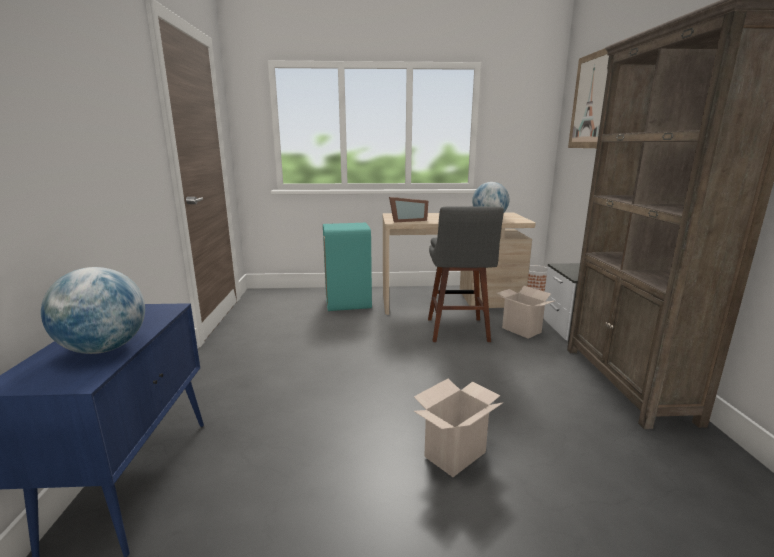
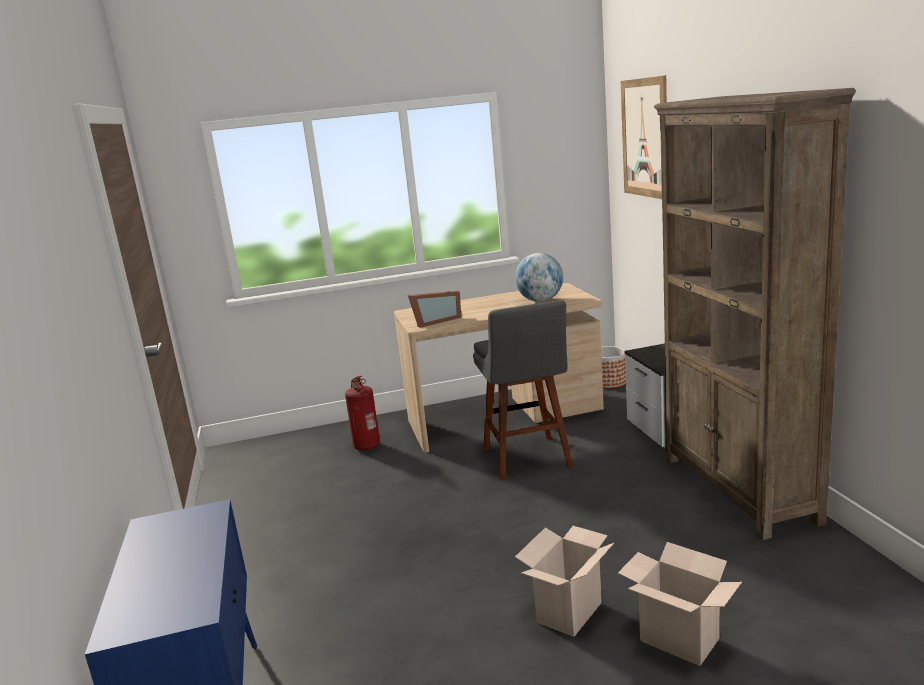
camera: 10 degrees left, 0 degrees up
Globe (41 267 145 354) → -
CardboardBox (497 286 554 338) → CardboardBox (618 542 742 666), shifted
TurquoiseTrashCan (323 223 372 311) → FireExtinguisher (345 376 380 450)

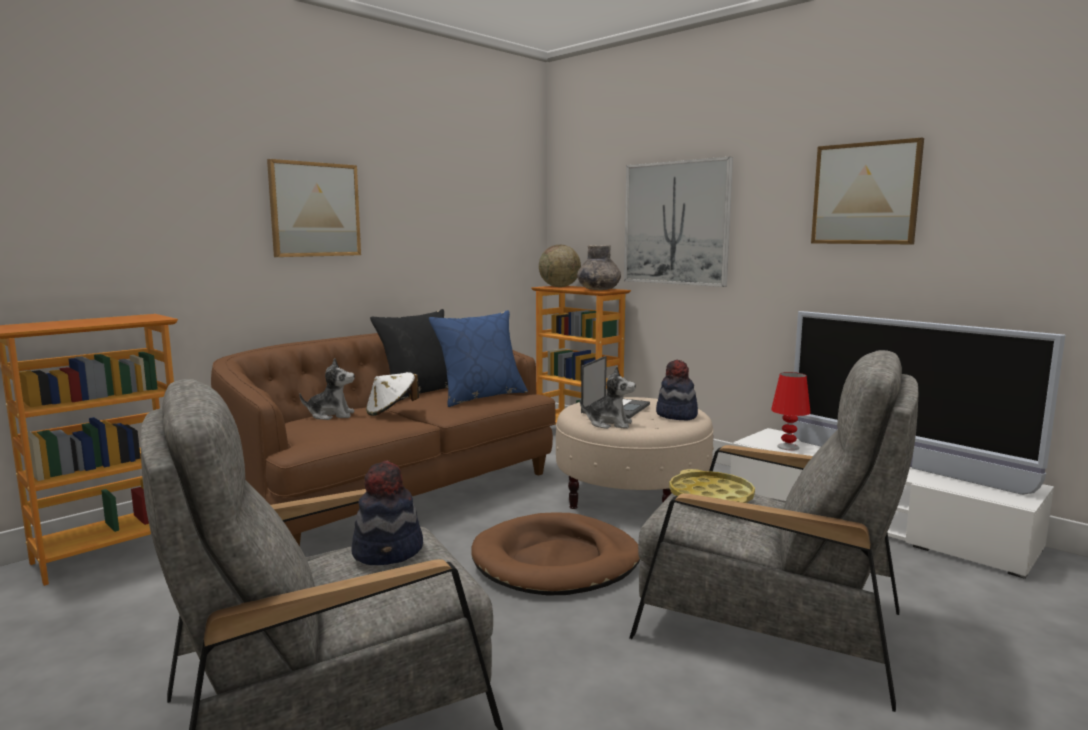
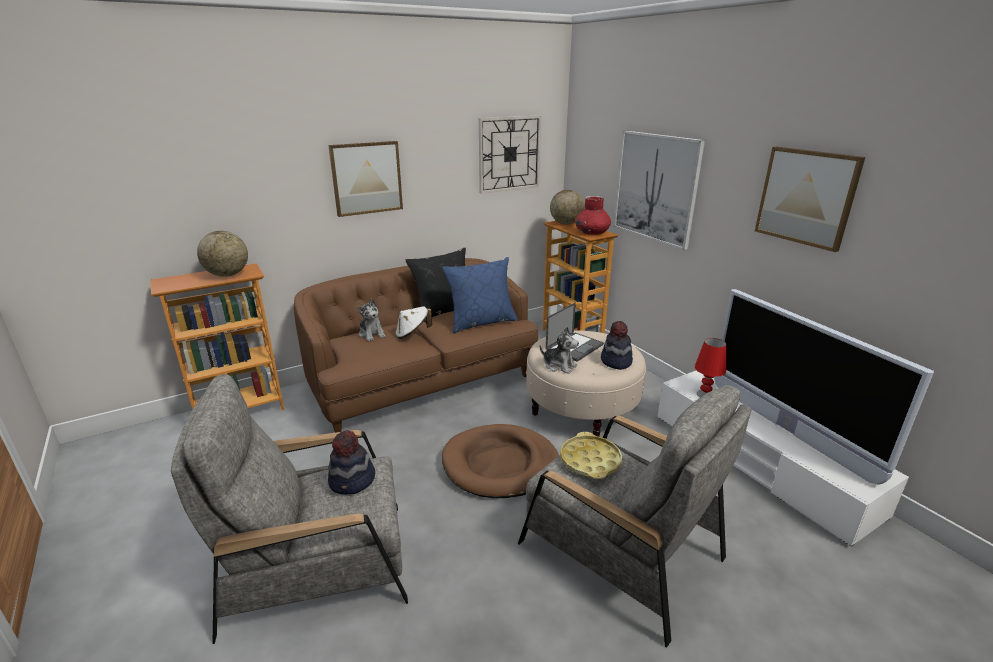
camera: 15 degrees right, 15 degrees up
- → Globe (197 231 248 277)
- → WallClock (479 115 541 194)
GreyVase (577 245 621 290) → RedVase (575 196 611 235)
PlushToy (299 358 355 420) → PlushToy (357 299 386 341), 45 degrees clockwise

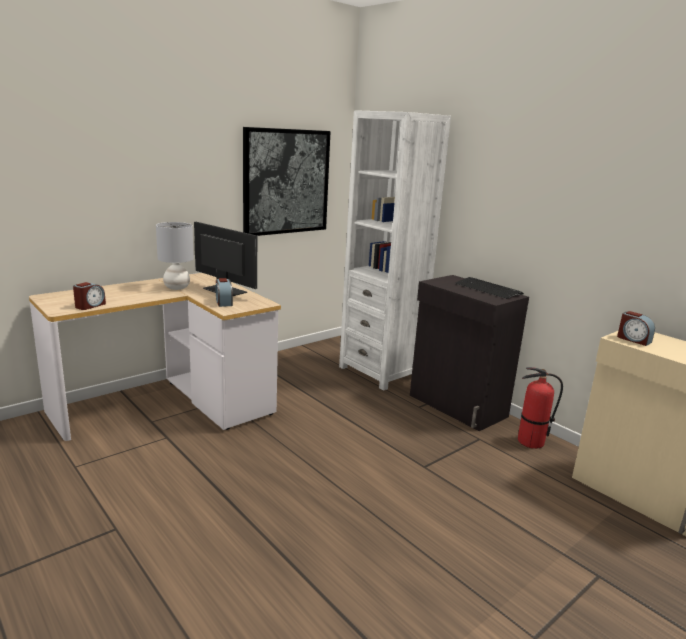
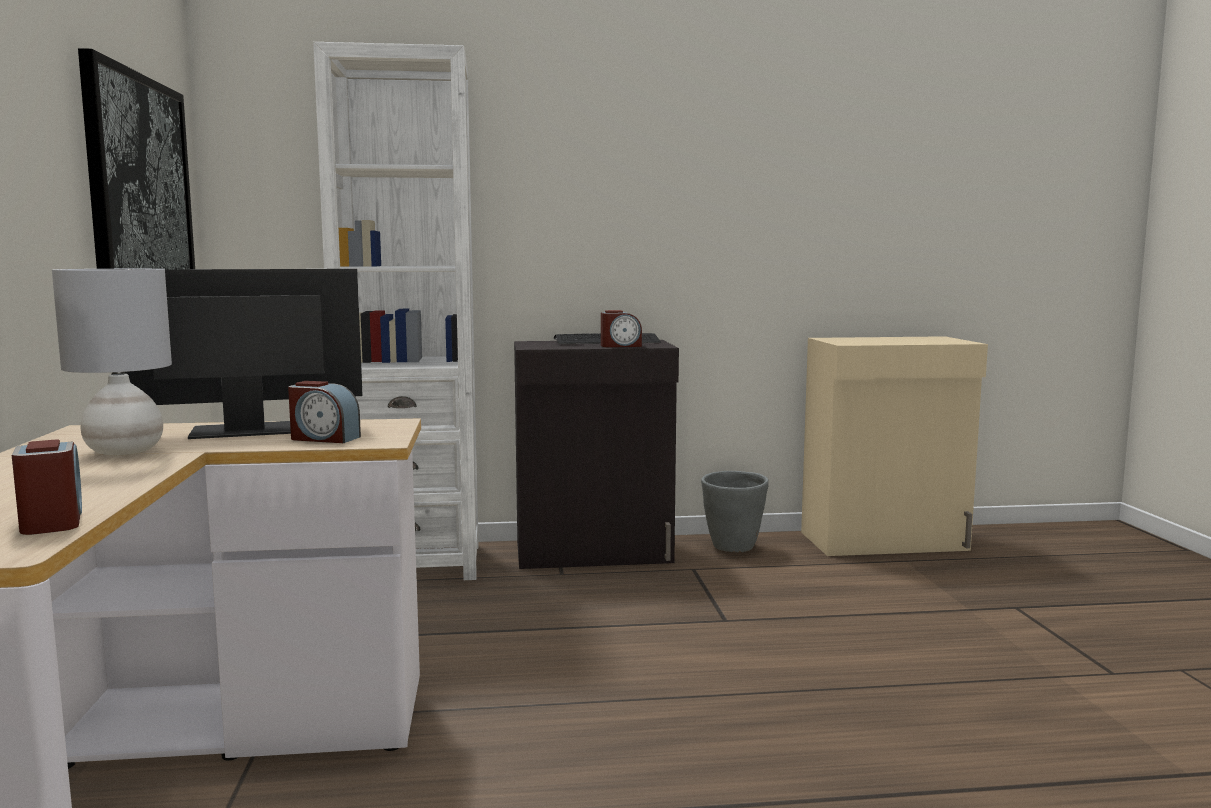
camera: 55 degrees left, 10 degrees down
AlarmClock (617 311 655 346) → AlarmClock (601 310 642 347), shifted
FireExtinguisher (518 367 563 449) → GreyPlanter (701 471 769 552)

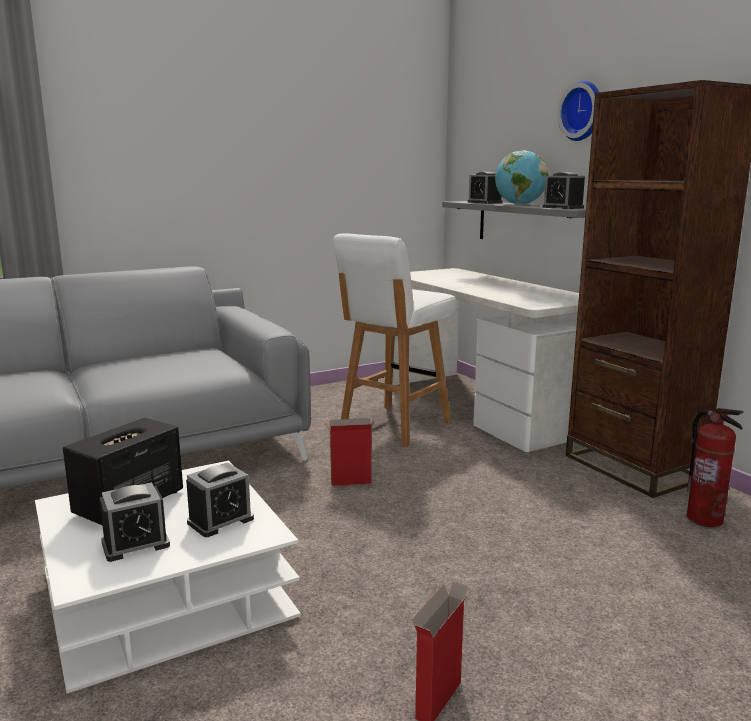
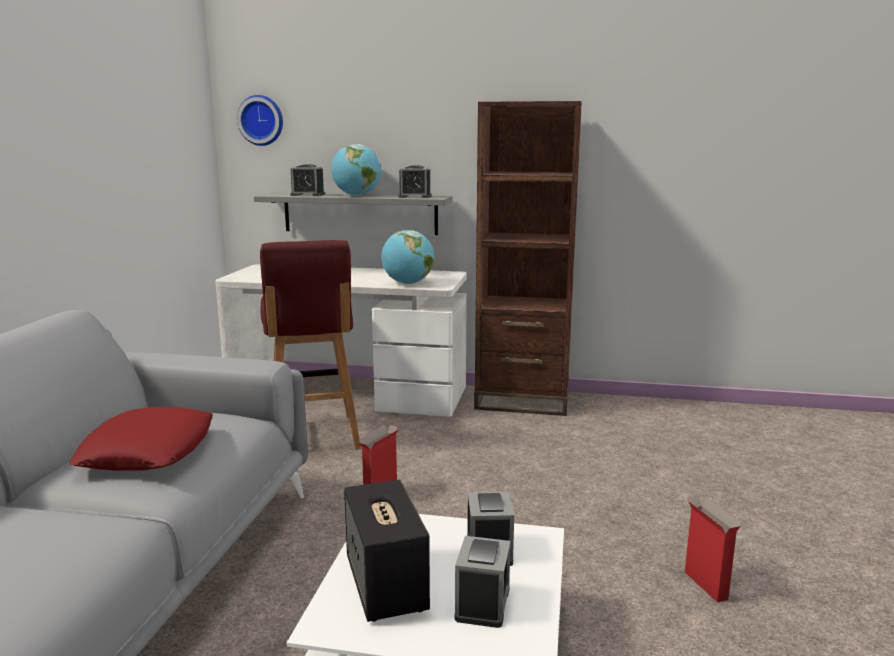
camera: 50 degrees left, 0 degrees up
FireExtinguisher (687 408 744 527) → -
- → RedPillow (69 407 213 471)
- → Globe (381 230 434 284)
WallClock (557 80 599 141) → WallClock (237 95 283 146), shifted
WhiteStool (333 233 456 447) → RedStool (260 240 361 450)

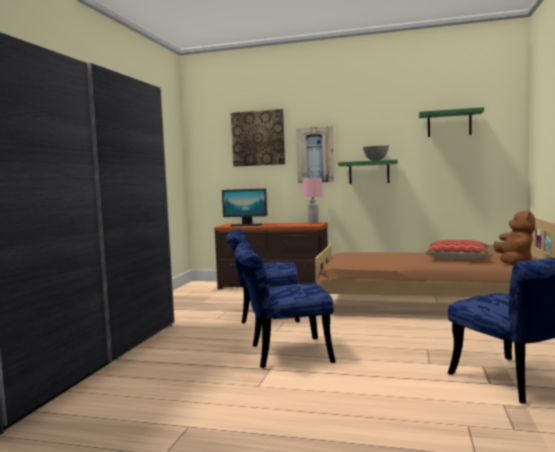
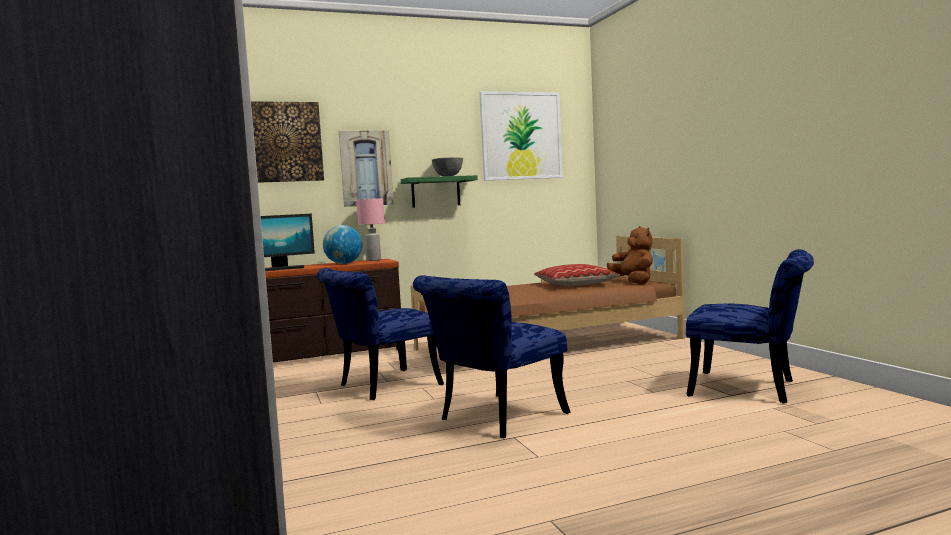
camera: 35 degrees left, 0 degrees up
- → Globe (323 225 362 264)
GreenShelf (419 107 484 137) → Picture (479 91 563 180)

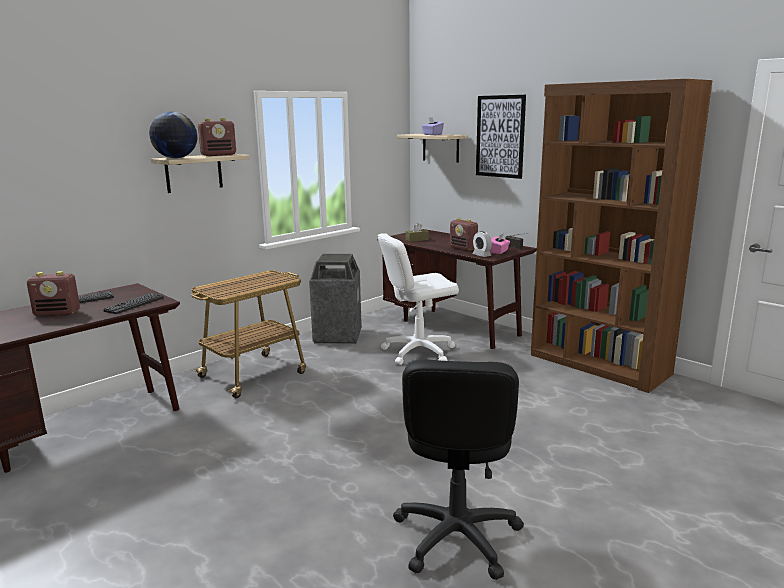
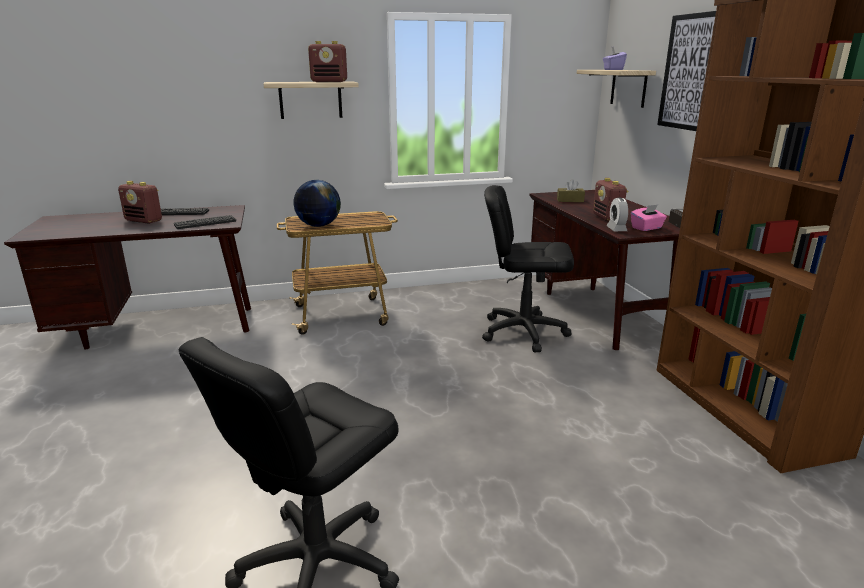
camera: 30 degrees right, 5 degrees up
TrashCan (309 254 362 344) → -
Globe (149 111 197 158) → Globe (294 180 341 227), shifted
WhiteOfficeChair (377 233 459 365) → BlackOfficeChair (482 185 574 352)

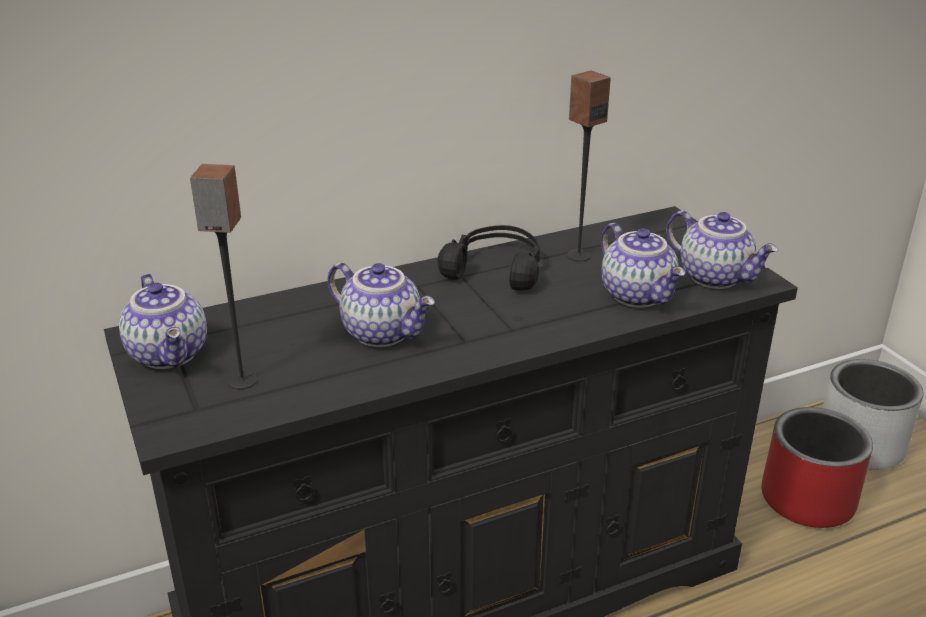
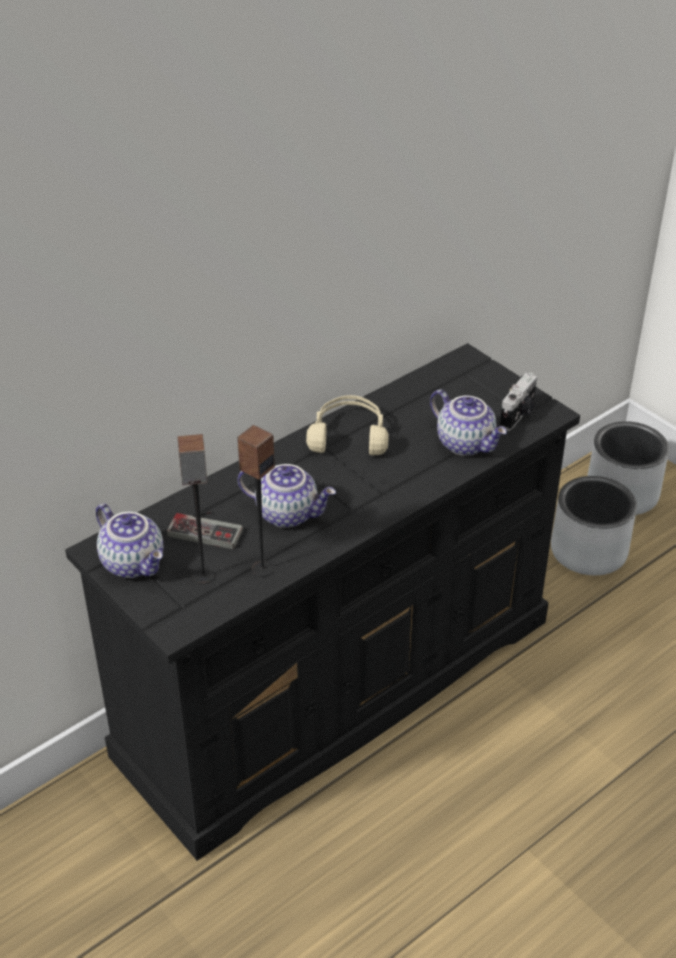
camera: 15 degrees left, 10 degrees up
- → GameController (167 511 243 549)
Speaker (567 71 611 262) → Speaker (237 425 275 577), shifted
Teapot (666 210 778 289) → PhotoCamera (500 373 537 431)
BlackHeadphones (437 225 540 291) → BeigeHeadphones (306 395 389 455)
RedPlanter (762 407 873 528) → GreyPlanter (551 476 637 575)

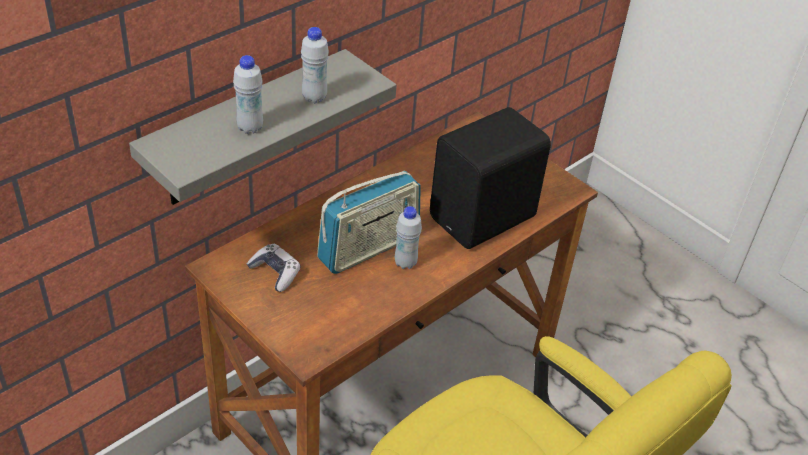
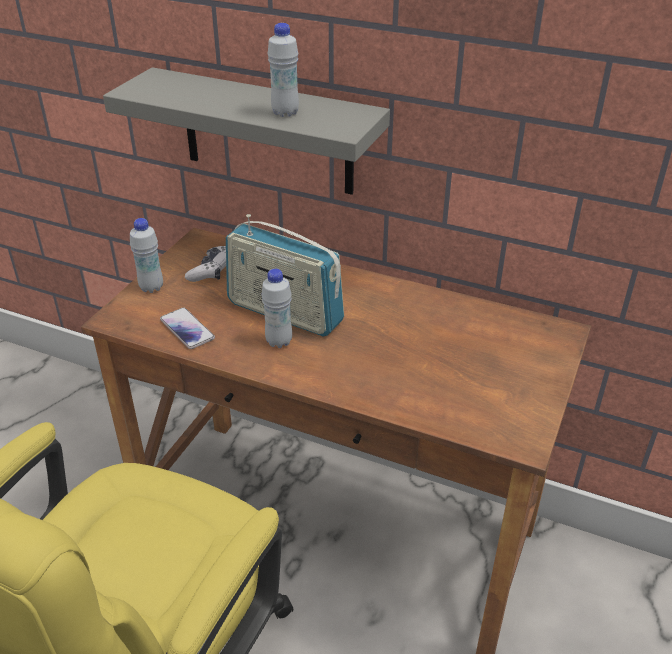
camera: 70 degrees right, 5 degrees down
BlackSpeaker (430 107 551 249) → -
- → Phone (160 308 215 349)
WhiteBottle (233 55 263 134) → WhiteBottle (130 218 163 293), shifted

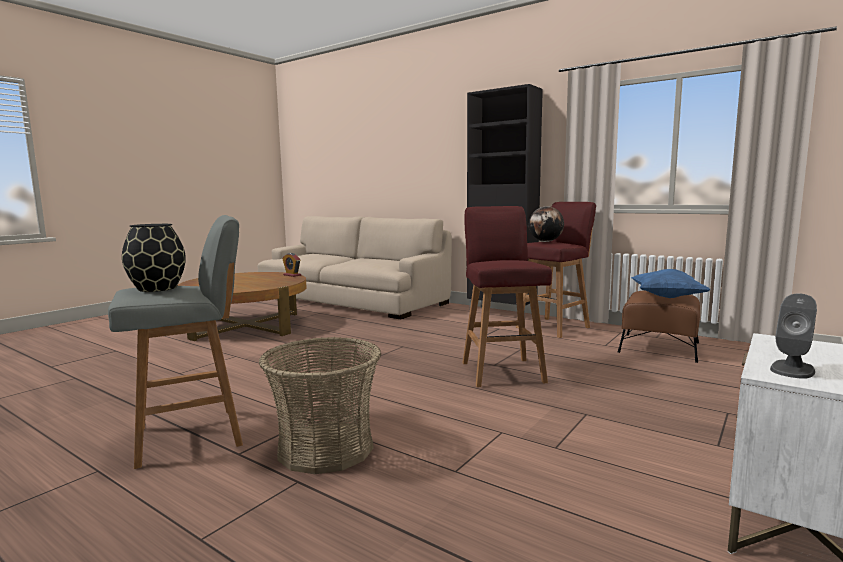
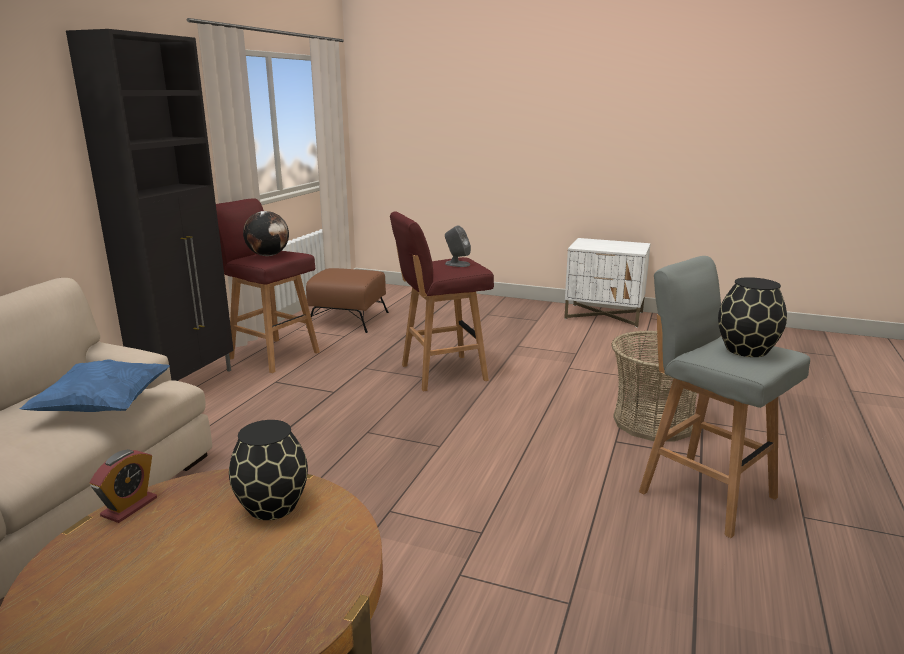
camera: 105 degrees left, 10 degrees up
- → BlackVase (229 420 308 520)
BluePillow (631 269 711 298) → BluePillow (19 359 169 412), shifted
GreySpeaker (770 293 817 379) → GreySpeaker (445 225 471 267), shifted

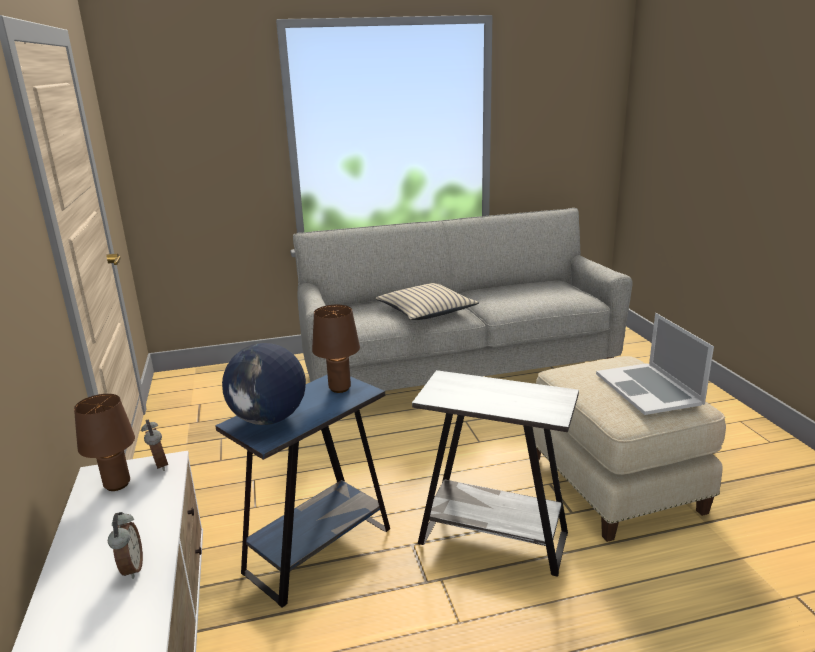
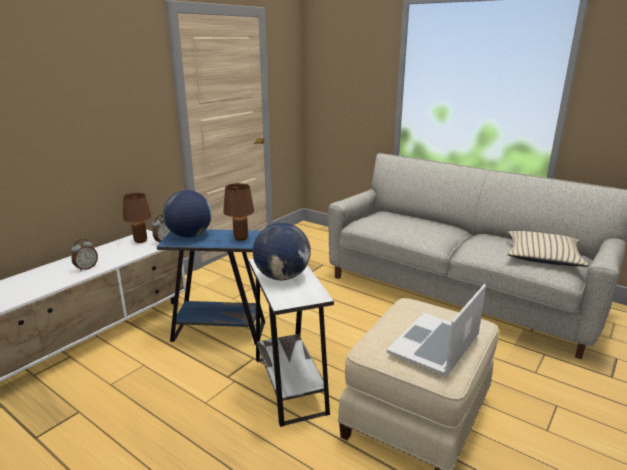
camera: 50 degrees right, 0 degrees up
- → Globe (253 223 311 281)
BeigePillow (376 283 479 320) → BeigePillow (507 231 589 267), shifted

